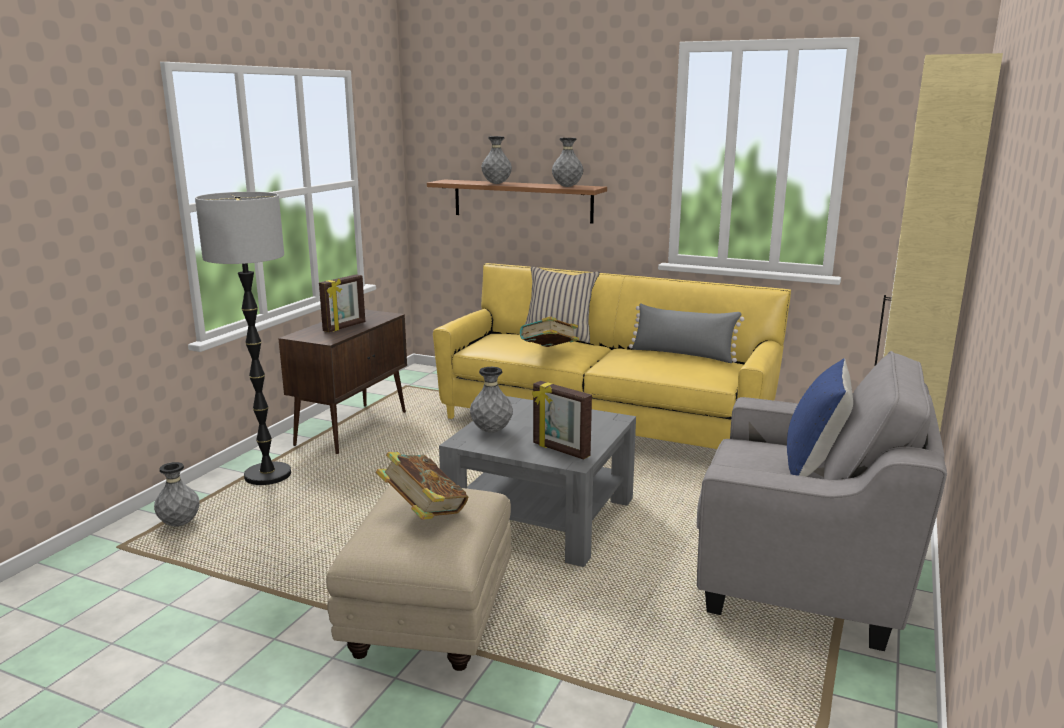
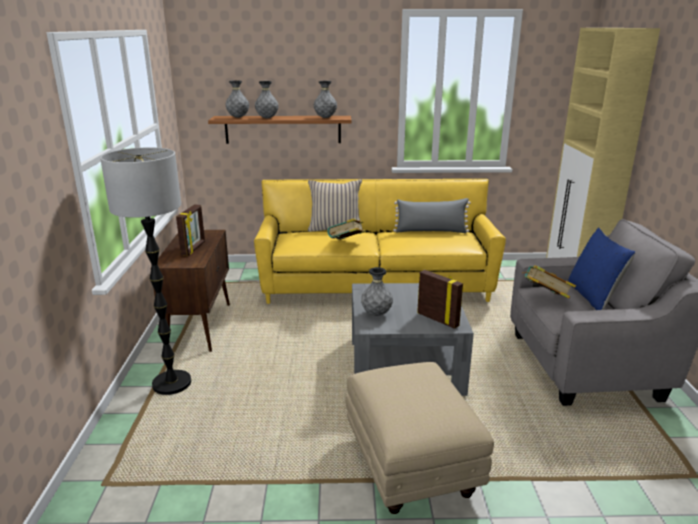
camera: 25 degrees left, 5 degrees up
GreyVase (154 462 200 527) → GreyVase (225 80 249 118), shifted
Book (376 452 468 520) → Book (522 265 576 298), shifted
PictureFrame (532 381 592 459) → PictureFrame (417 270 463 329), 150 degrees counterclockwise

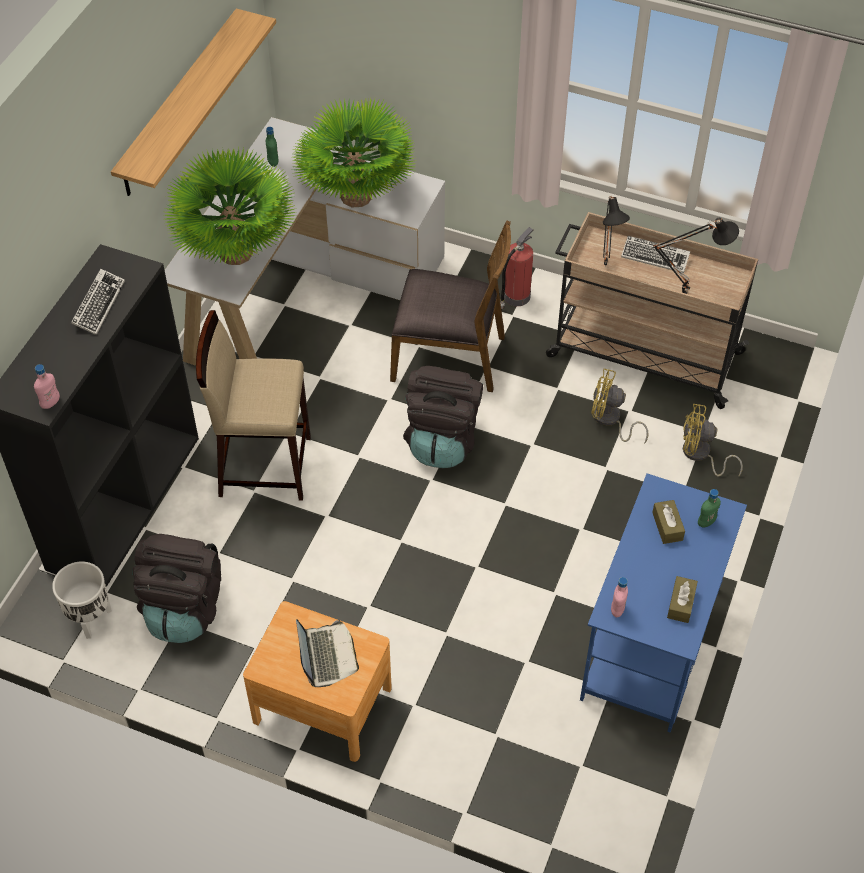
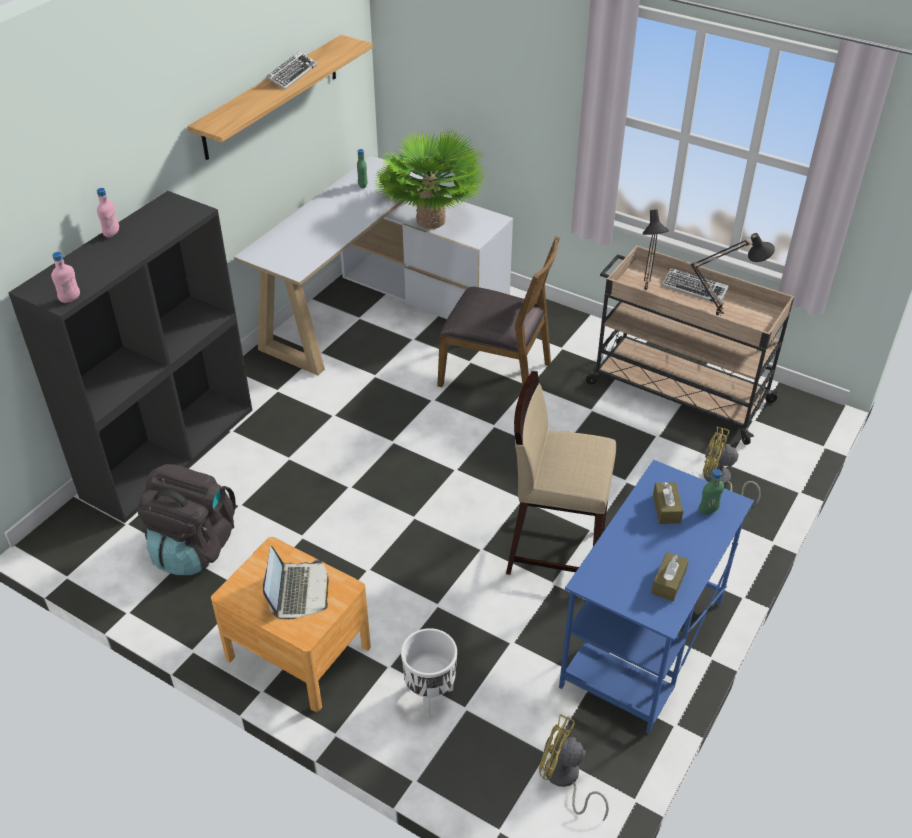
camera: 10 degrees right, 10 degrees down
PottedPlant (164 148 298 265) → -
BlackBackpack (403 366 483 468) → -
FireExtinguisher (500 227 533 309) → -
WhitePlanter (52 561 112 639) → WhitePlanter (401 628 457 717), shifted
Keyboard (71 268 125 335) → Keyboard (266 51 317 90), shifted
BeigeStool (196 310 311 501) → BeigeStool (506 371 616 575), shifted
YellowFan (591 369 649 444) → YellowFan (539 714 609 821), shifted
PinkBottle (611 577 628 617) → PinkBottle (97 188 119 238), shifted

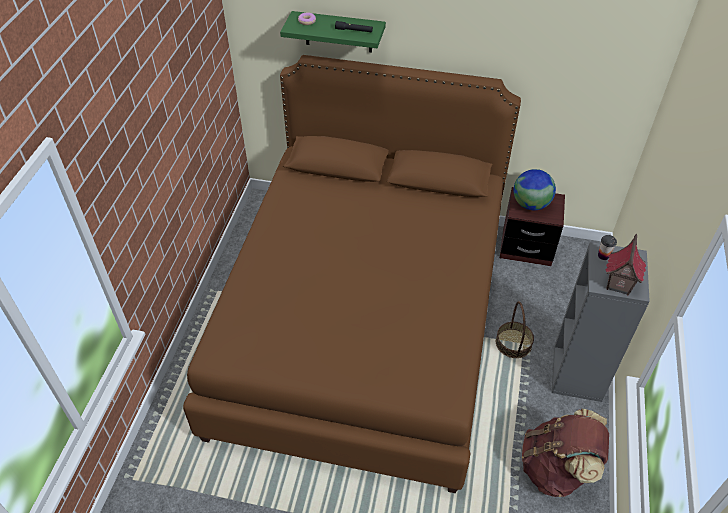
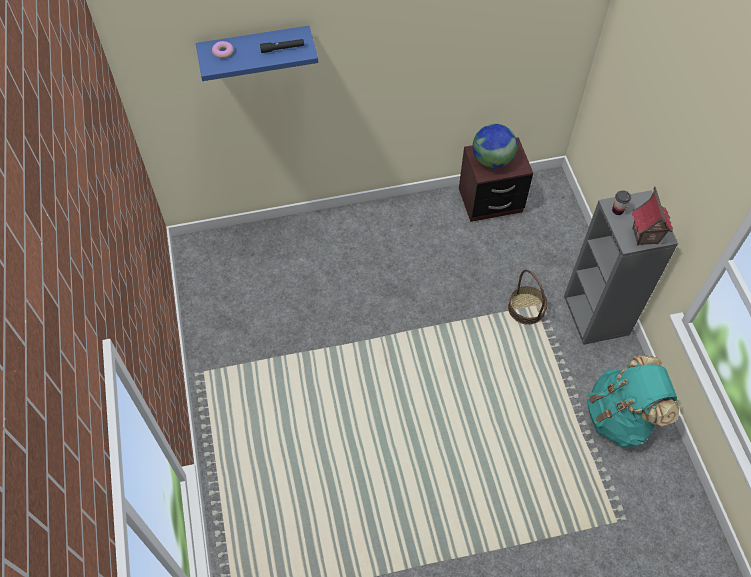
camera: 25 degrees left, 10 degrees up
BrownBed (183 55 521 493) → -
GreenShelf (280 11 386 52) → BlueShelf (196 26 318 81)
BrownBackpack (522 408 609 497) → TurquoiseBackpack (587 355 679 447)

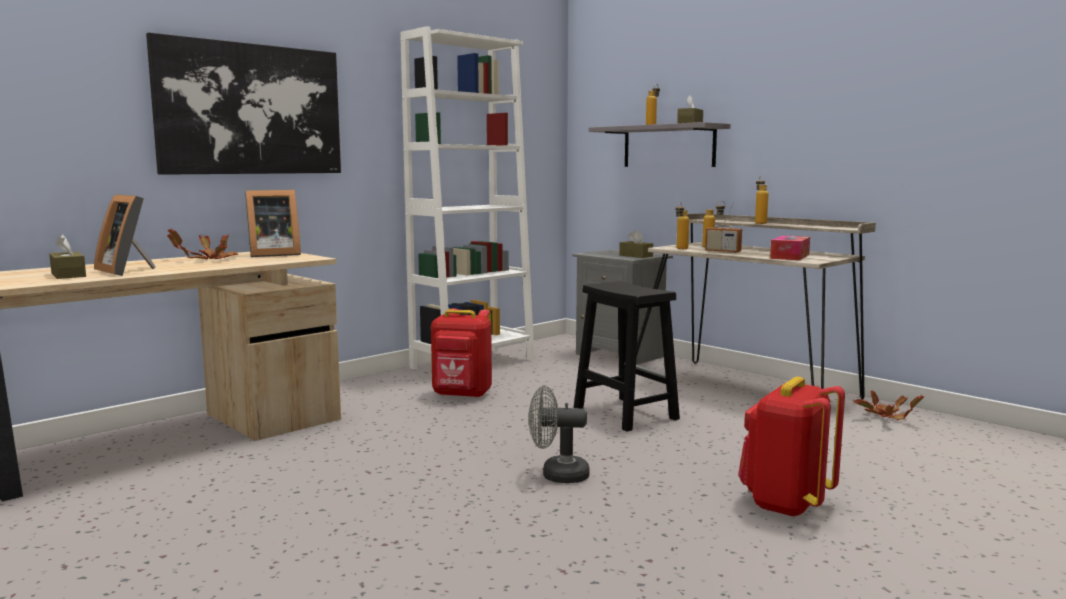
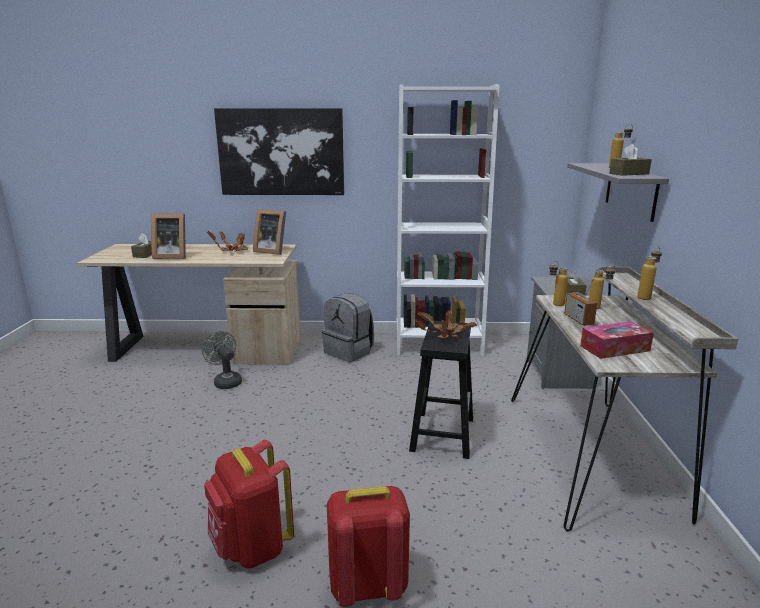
camera: 45 degrees right, 10 degrees up
- → GreyBackpack (322 293 374 362)
RedBackpack (431 308 492 398) → RedBackpack (204 440 294 569), shifted
GreyFan (529 386 590 483) → GreyFan (202 331 242 389), shifted
PottedPlant (854 390 924 420) → PottedPlant (416 310 477 338), shifted
PictureFrame (94 194 155 276) → PictureFrame (151 214 186 259), 90 degrees counterclockwise

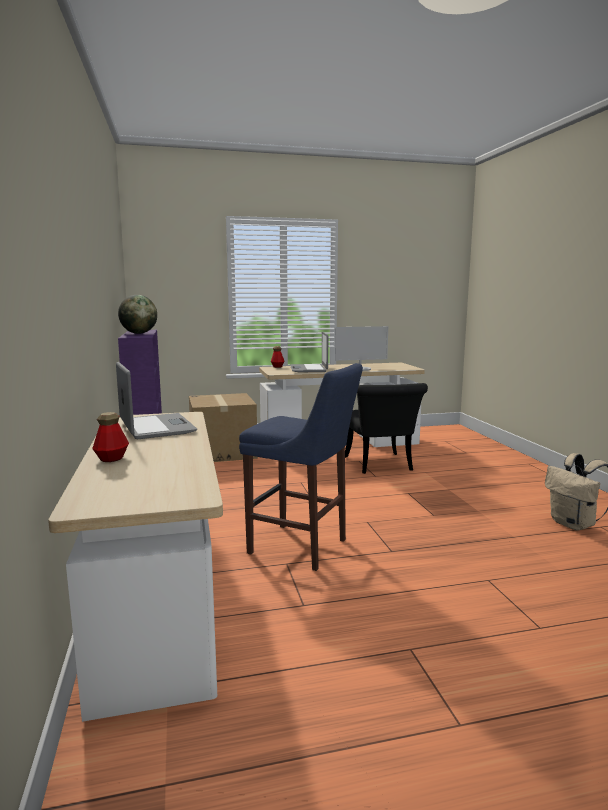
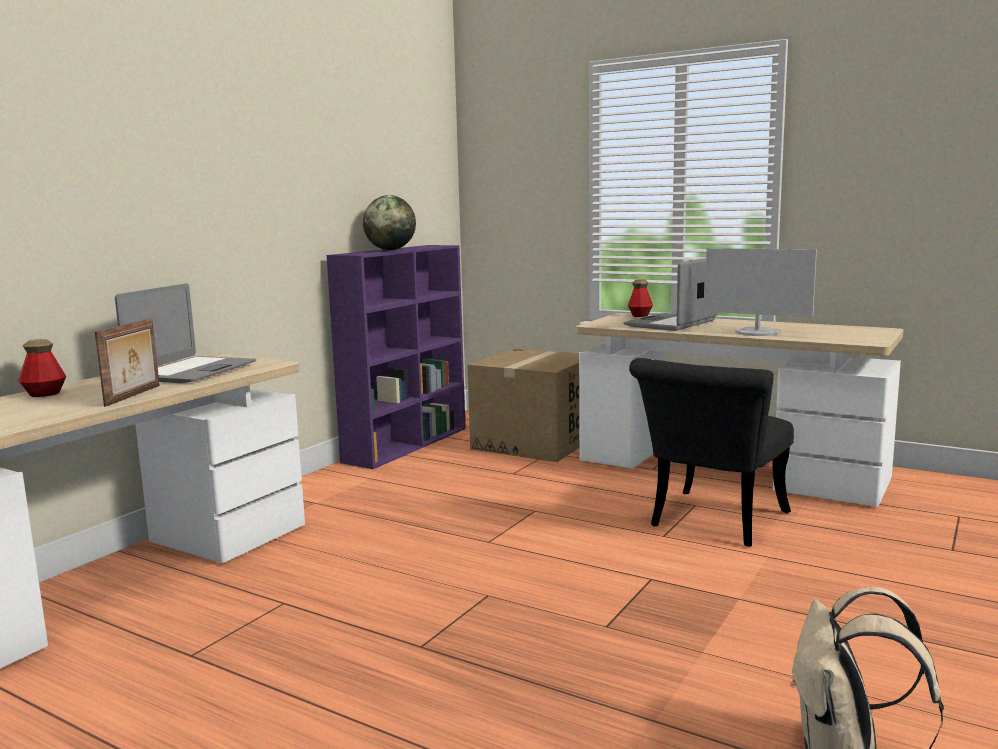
camera: 45 degrees right, 0 degrees up
BlueStool (239 363 363 571) → -
- → PictureFrame (95 318 160 407)

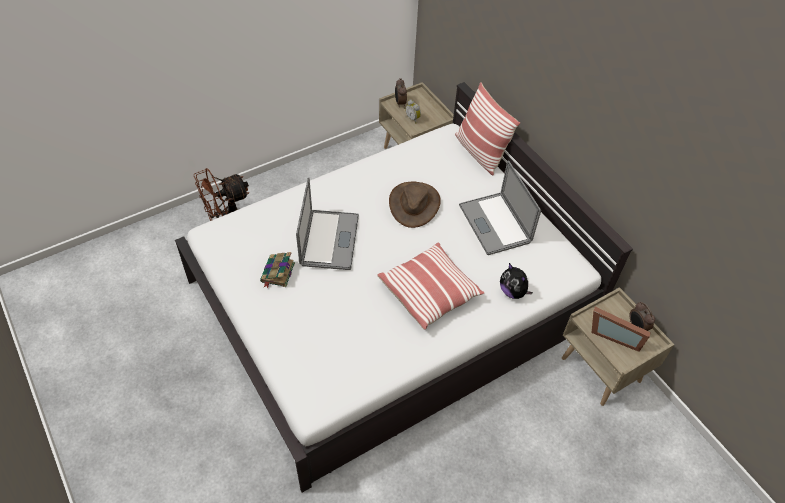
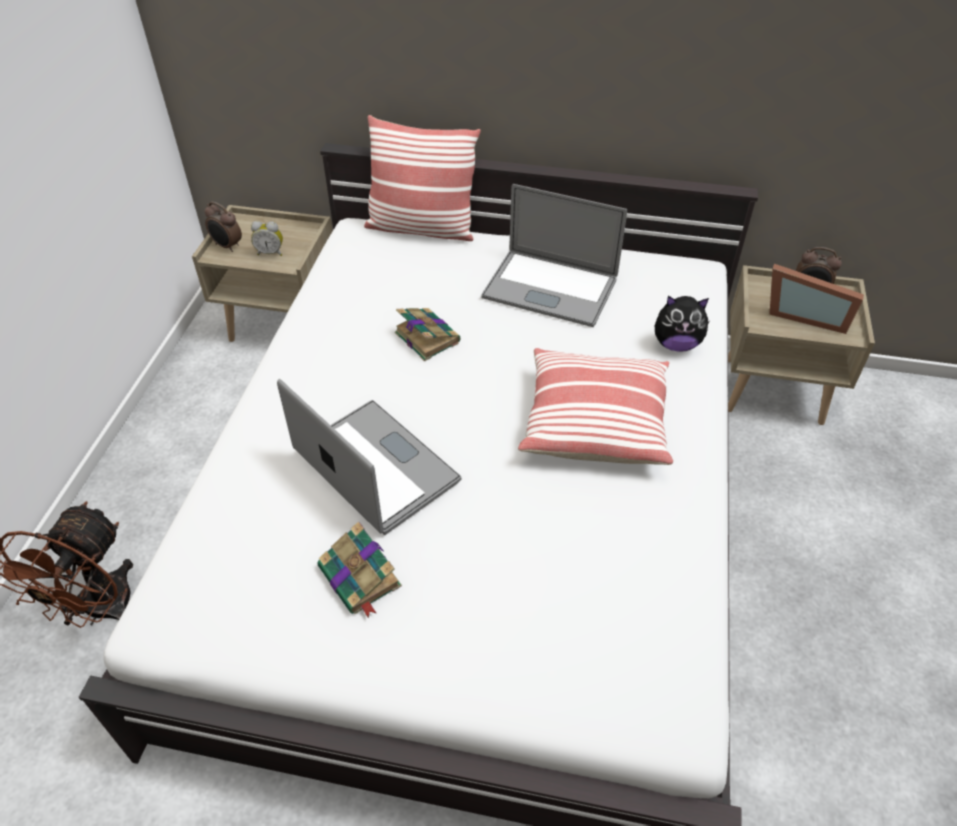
camera: 45 degrees left, 5 degrees down
BrownHat (389 182 441 228) → Book (395 308 460 361)
PictureFrame (592 307 651 352) → PictureFrame (769 264 864 334), 45 degrees clockwise

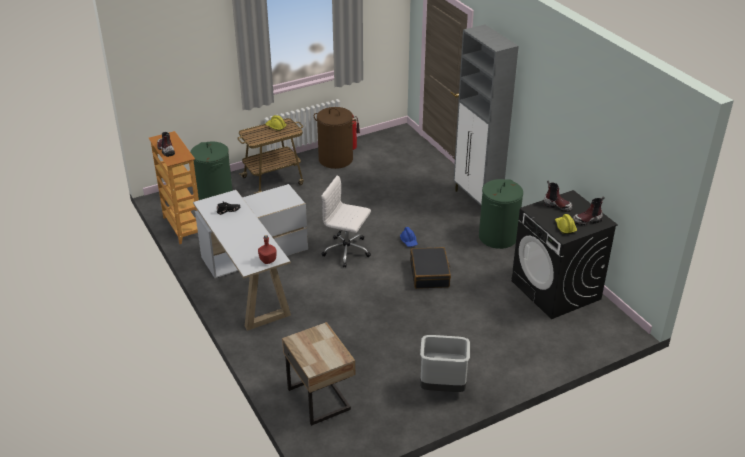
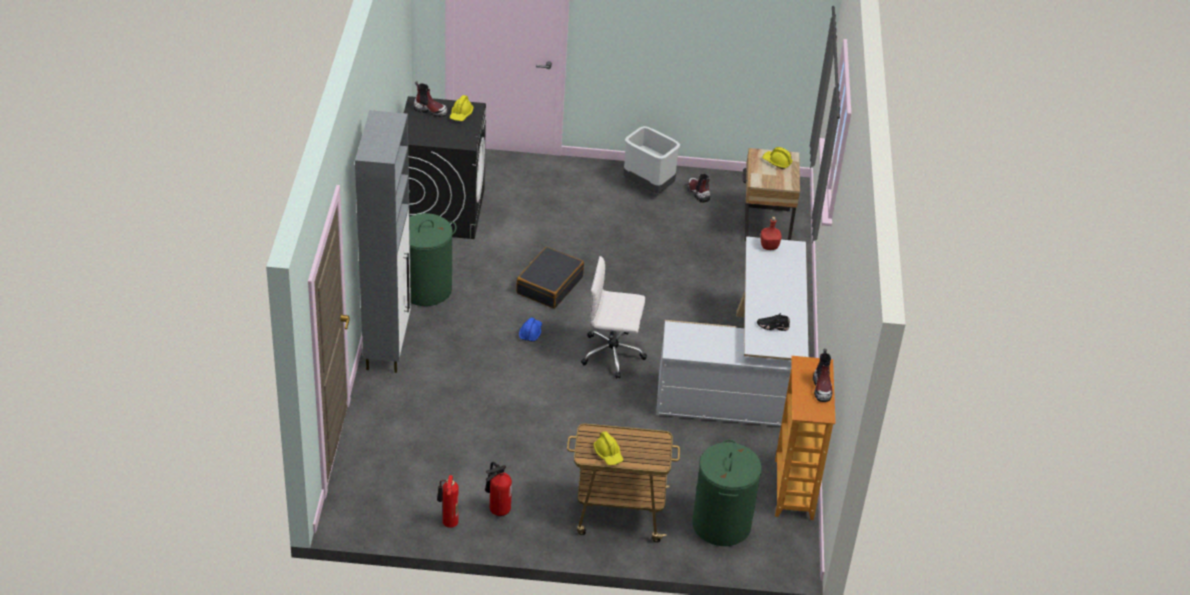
camera: 150 degrees left, 5 degrees up
- → YellowHardHat (762 147 793 169)
Boot (543 180 573 212) → Boot (687 173 710 203), shifted
BrownLaundryBasket (314 107 356 169) → FireExtinguisher (485 462 512 516)
WhiteOfficeChair (321 175 371 267) → WhiteOfficeChair (581 256 647 379), 135 degrees clockwise

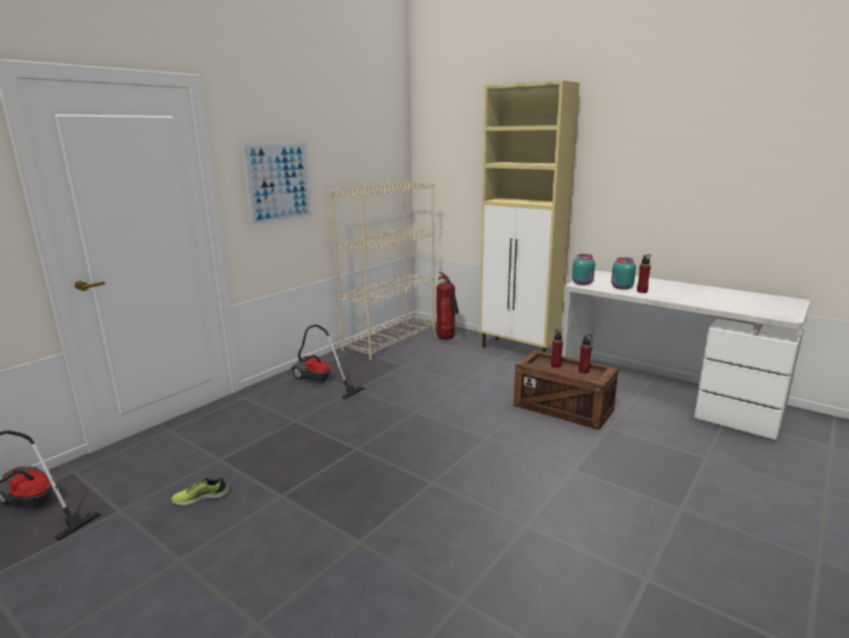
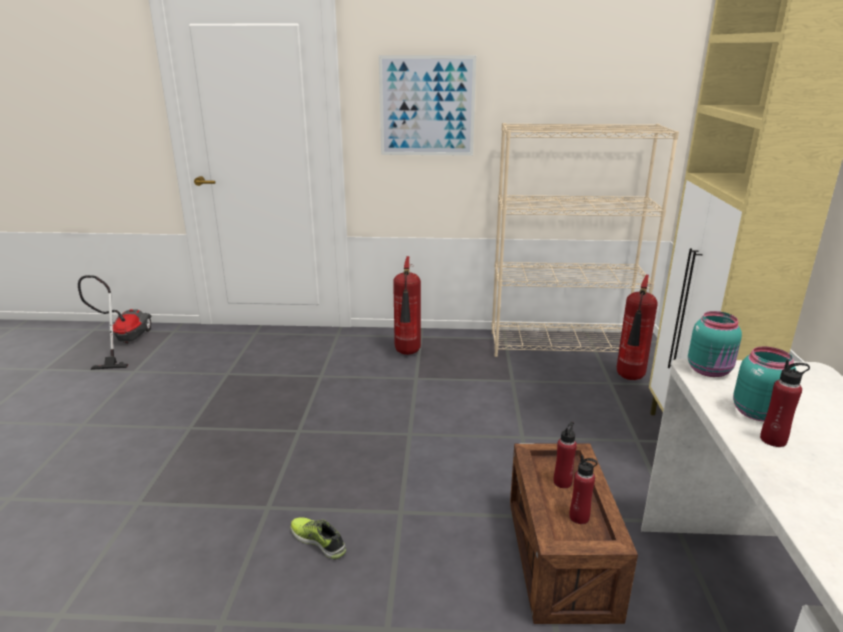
camera: 55 degrees right, 5 degrees up
Shoe (171 477 229 506) → Shoe (290 517 346 560), shifted
VacuumCleaner (291 325 365 399) → FireExtinguisher (393 256 421 355)

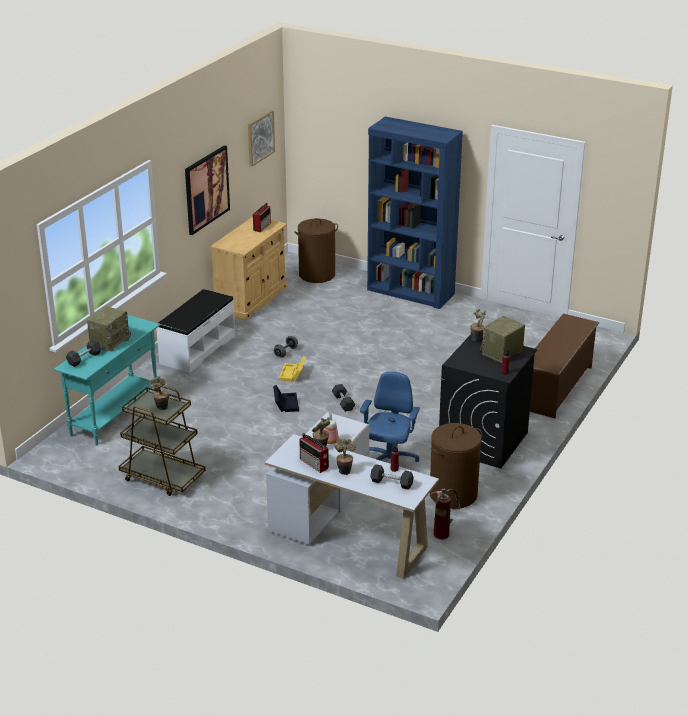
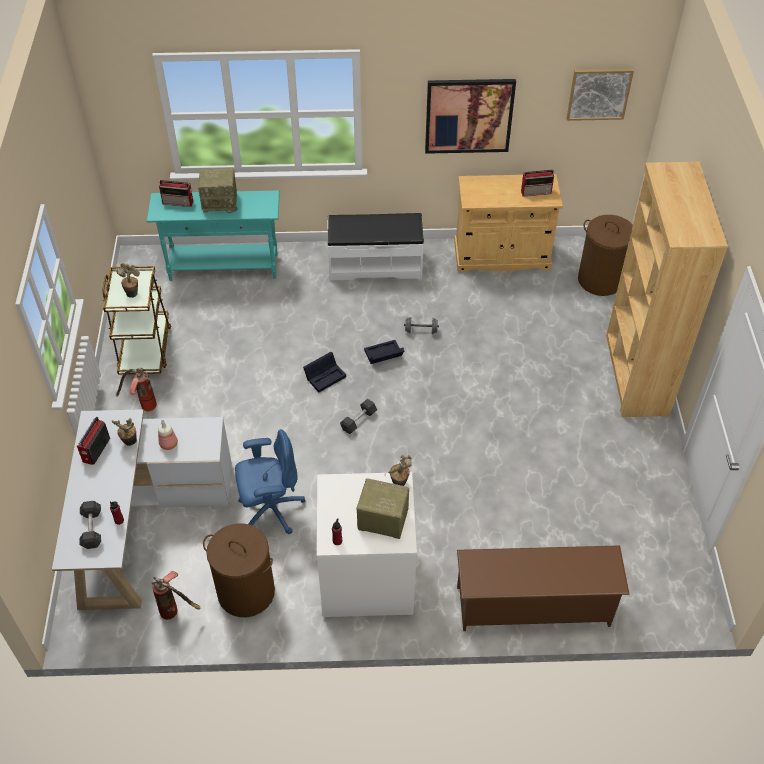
camera: 60 degrees right, 20 degrees up
PottedPlant (334 438 356 475) → -
- → FireExtinguisher (116 368 157 412)
GreyDumbbell (66 340 101 367) → Radio (159 180 193 207)
YellowStorageBox (279 356 306 382) → BlackStorageBox (364 340 404 364)
BlueBookcase (367 116 463 309) → BrownBookcase (606 162 728 417)
BlackWashingMachine (439 334 537 469) → WhiteWashingMachine (317 472 417 617)

